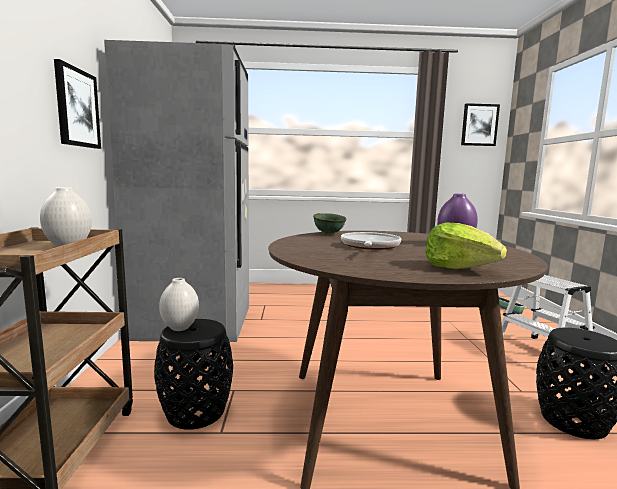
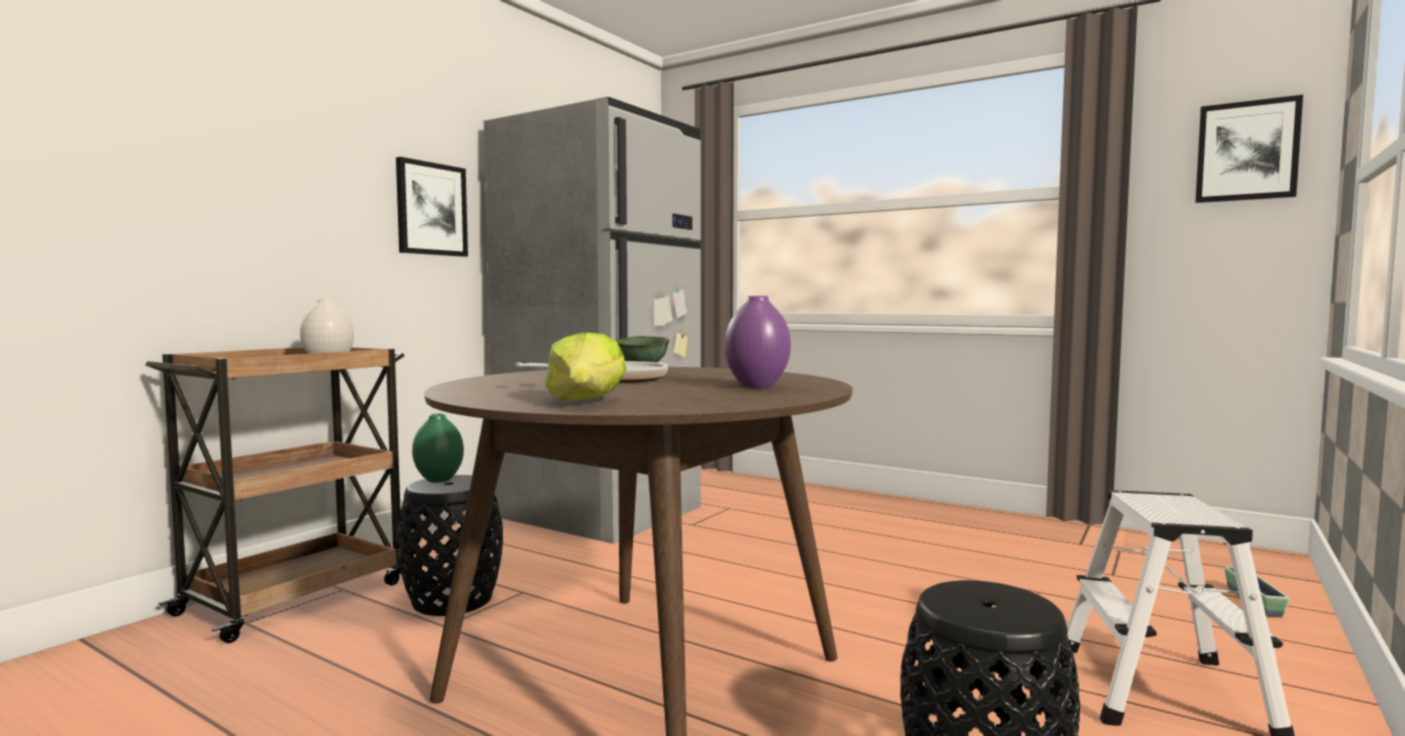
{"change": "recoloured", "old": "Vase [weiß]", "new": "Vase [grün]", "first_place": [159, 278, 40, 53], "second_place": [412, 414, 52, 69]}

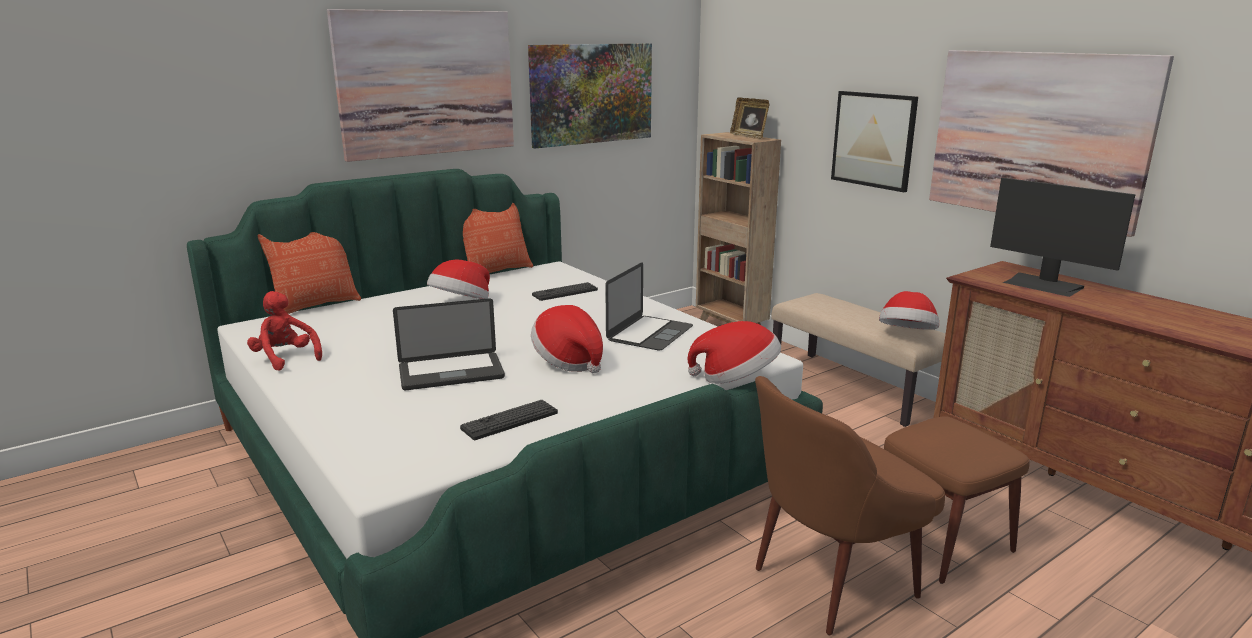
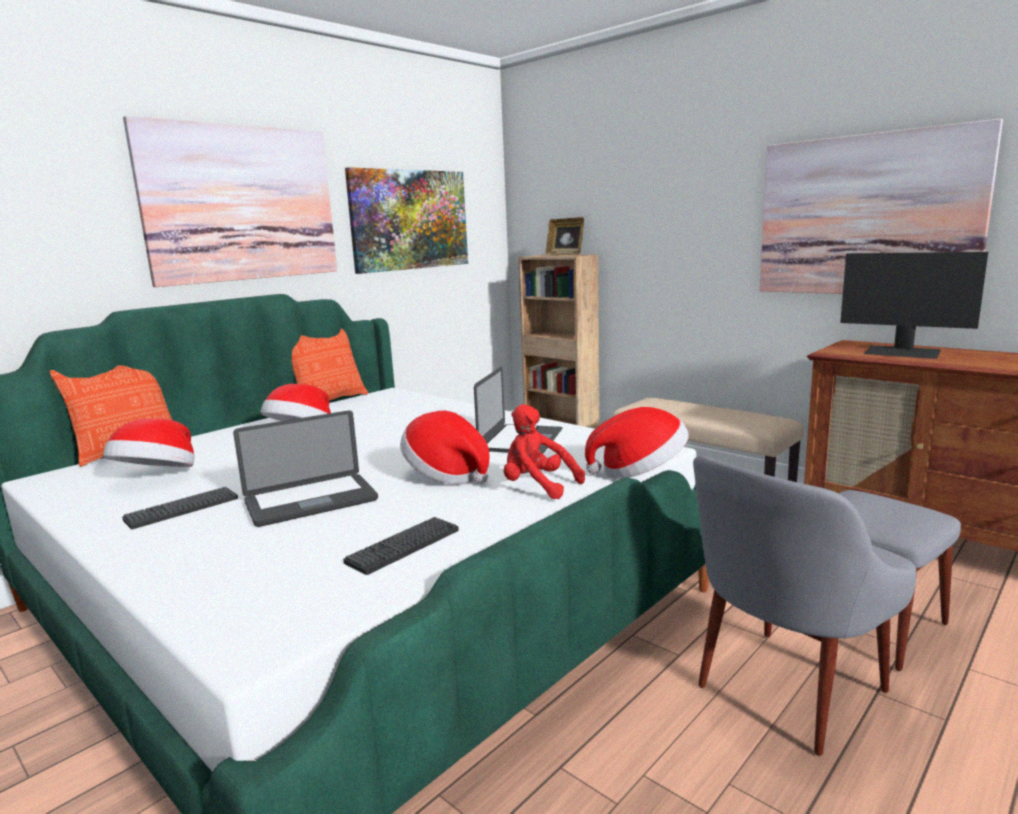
{"change": "moved", "old": "Plüschtier [rot]", "first_place": [247, 291, 75, 80], "second_place": [504, 404, 81, 95]}
{"change": "moved", "old": "Tastatur", "first_place": [532, 282, 66, 19], "second_place": [122, 487, 116, 42]}
{"change": "recoloured", "old": "Sessel [braun]", "new": "Sessel [grau]", "first_place": [755, 376, 274, 259], "second_place": [693, 456, 268, 300]}
{"change": "removed", "old": "Bild", "first_place": [831, 91, 87, 101]}
{"change": "moved", "old": "Hut", "first_place": [879, 291, 60, 39], "second_place": [103, 418, 92, 49]}

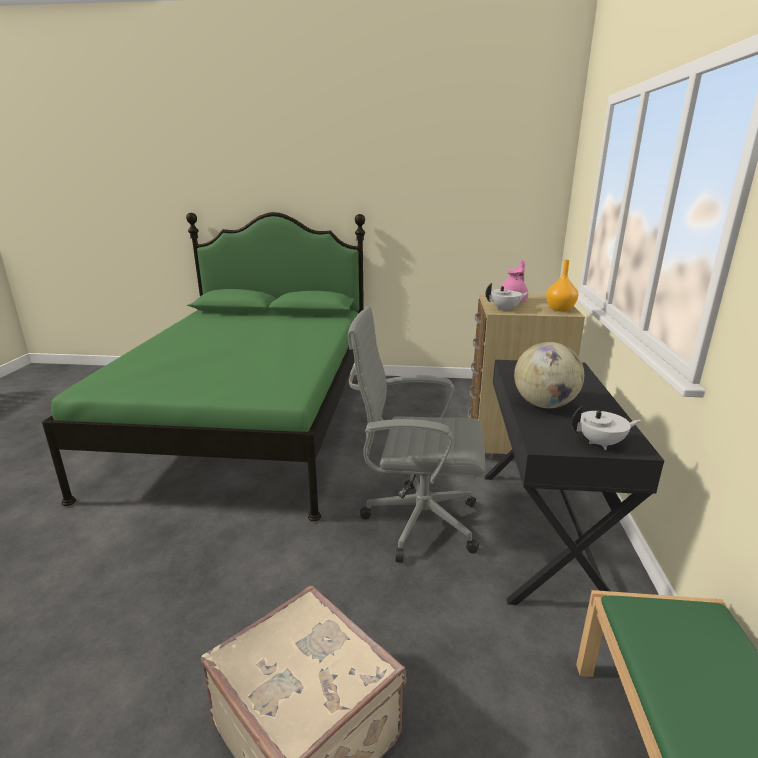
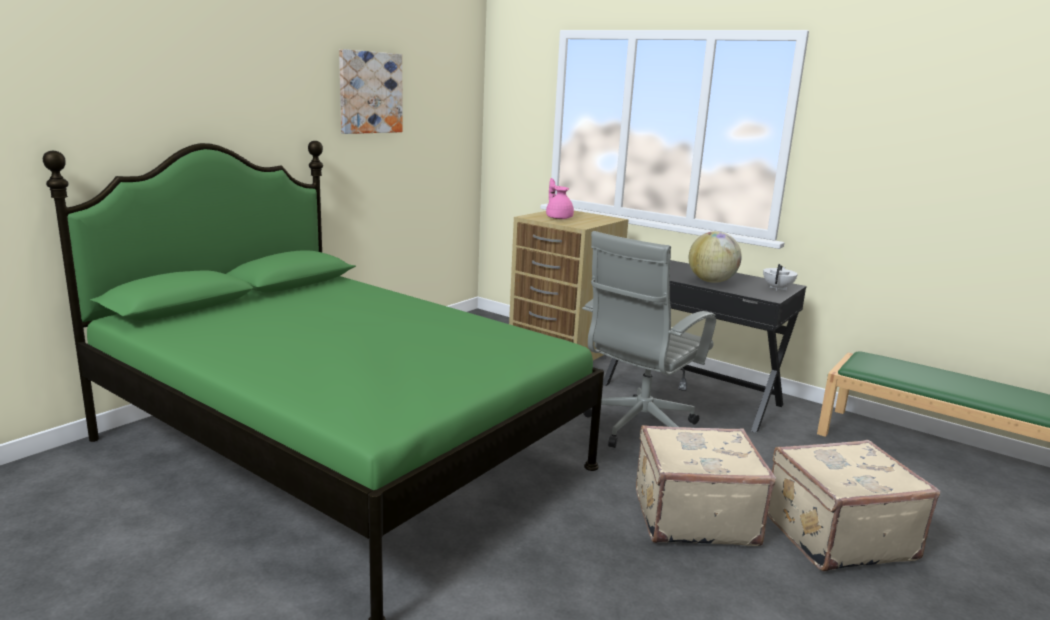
{"change": "removed", "old": "Teekanne [weiß]", "first_place": [486, 283, 43, 28]}
{"change": "removed", "old": "Vase [orange]", "first_place": [546, 260, 32, 52]}
{"change": "added", "new": "Bild", "second_place": [339, 49, 63, 85]}
{"change": "added", "new": "Koffer [beige]", "second_place": [636, 425, 140, 121]}

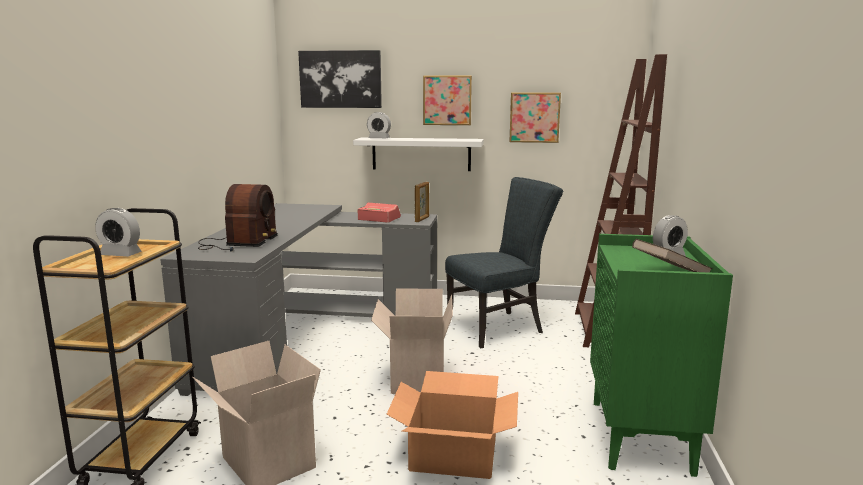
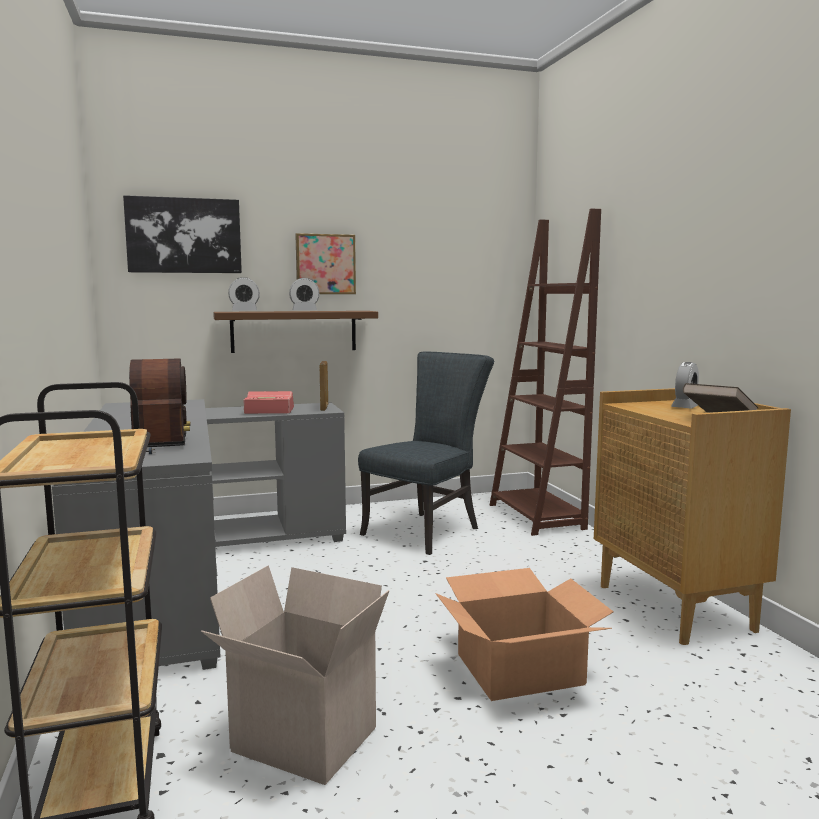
{"change": "moved", "old": "Wecker", "first_place": [95, 208, 47, 49], "second_place": [289, 278, 30, 32]}
{"change": "recoloured", "old": "Wandregal [weiß]", "new": "Wandregal [braun]", "first_place": [353, 138, 130, 33], "second_place": [213, 311, 165, 42]}
{"change": "removed", "old": "Karton", "first_place": [371, 289, 82, 105]}
{"change": "removed", "old": "Bild", "first_place": [509, 93, 52, 50]}
{"change": "recoloured", "old": "Schrank [grün]", "new": "Schrank [braun]", "first_place": [590, 234, 143, 243], "second_place": [594, 388, 197, 257]}

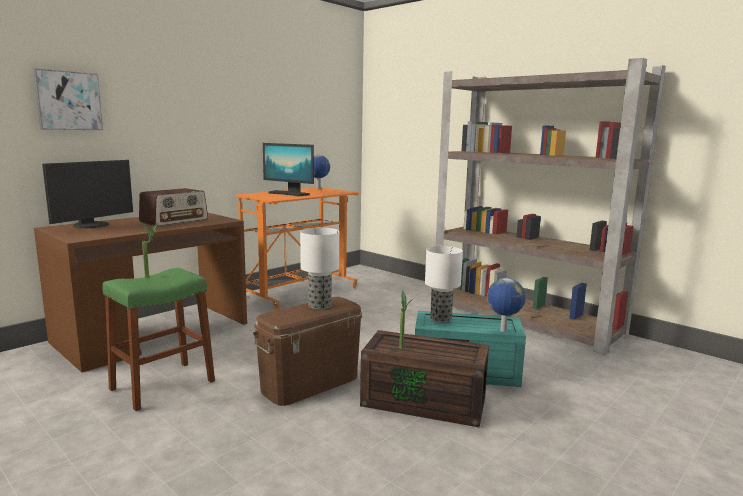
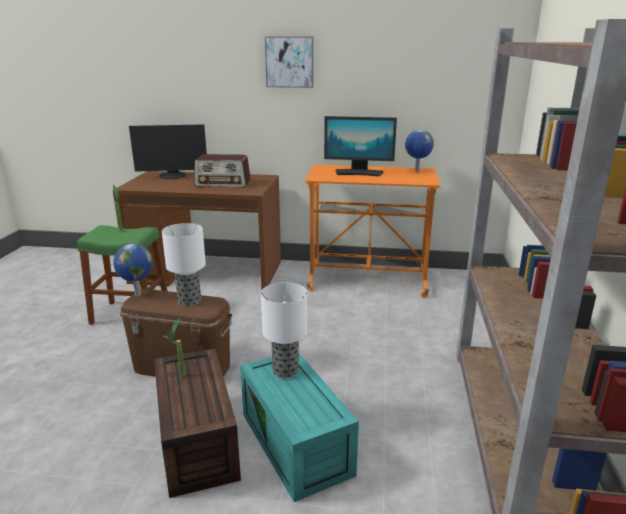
{"change": "moved", "old": "Bild", "first_place": [33, 68, 70, 62], "second_place": [265, 37, 48, 51]}
{"change": "turned", "old": "Monitor", "first_place": [263, 143, 51, 53], "second_place": [324, 116, 73, 61], "degrees": -75}
{"change": "moved", "old": "Globus", "first_place": [487, 278, 39, 54], "second_place": [113, 244, 40, 52]}

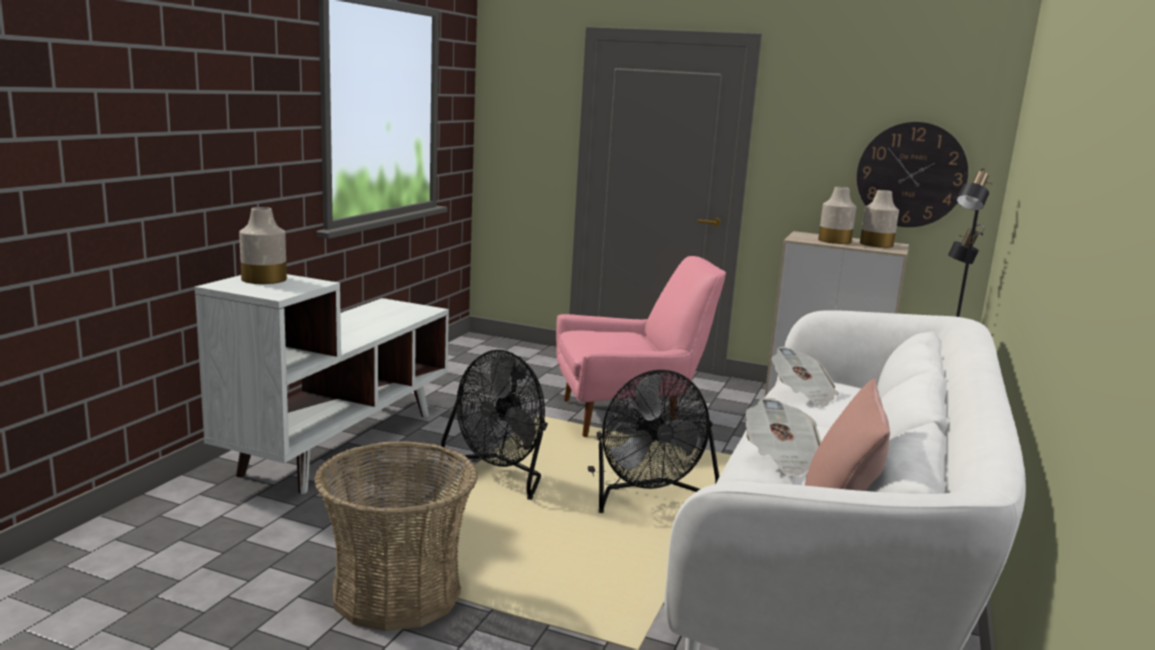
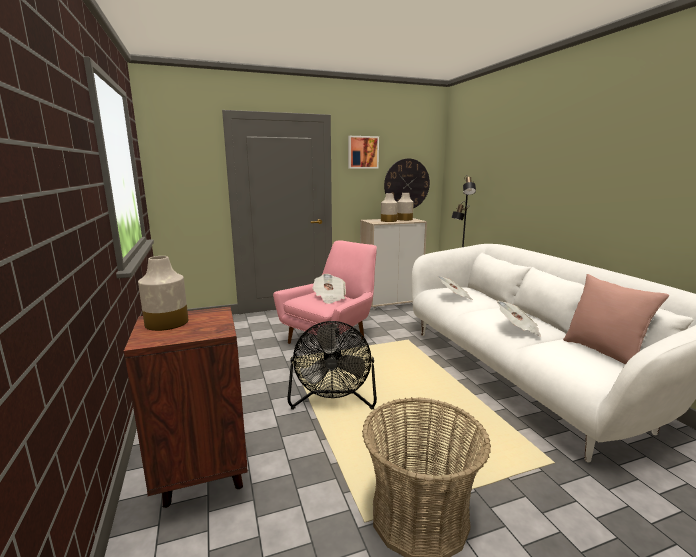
{"change": "recoloured", "old": "Fernsehschrank [weiß]", "new": "Fernsehschrank [braun]", "first_place": [194, 274, 255, 220], "second_place": [124, 307, 124, 201]}
{"change": "removed", "old": "Ventilator [schwarz]", "first_place": [588, 370, 131, 143]}
{"change": "added", "new": "Zeitung", "second_place": [312, 274, 34, 30]}
{"change": "added", "new": "Bild", "second_place": [348, 136, 31, 33]}

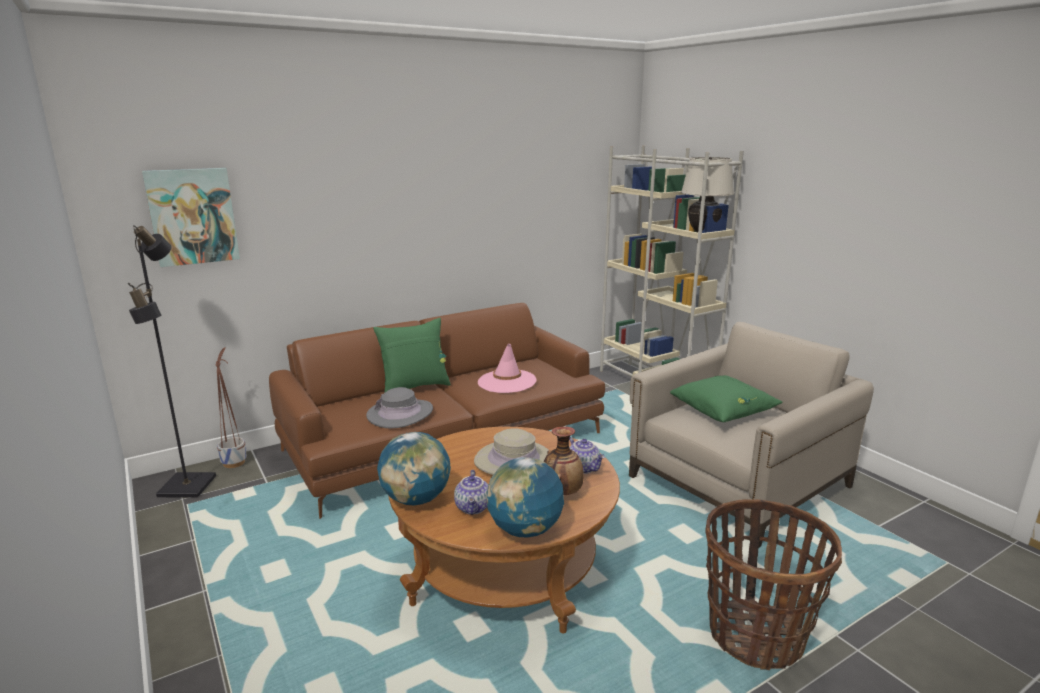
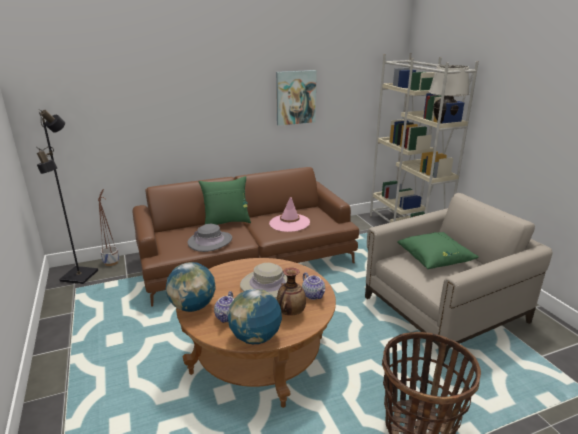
{"change": "moved", "old": "Bild", "first_place": [142, 168, 98, 99], "second_place": [276, 70, 41, 56]}

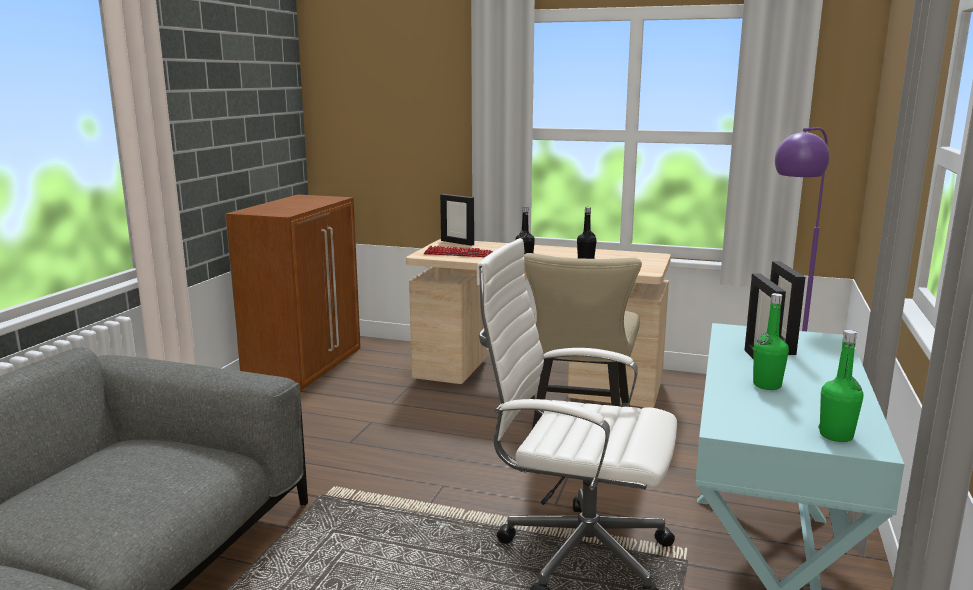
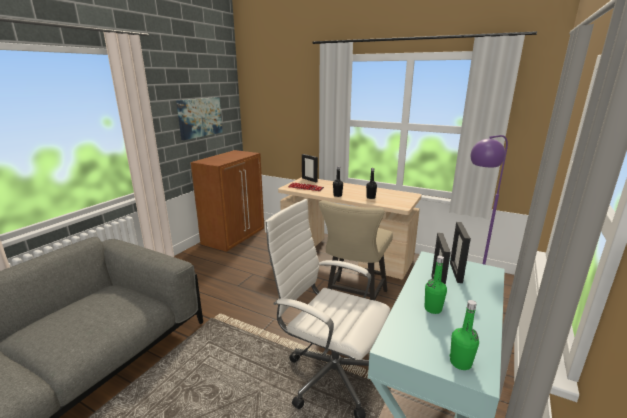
{"change": "added", "new": "Bild", "second_place": [176, 97, 47, 43]}

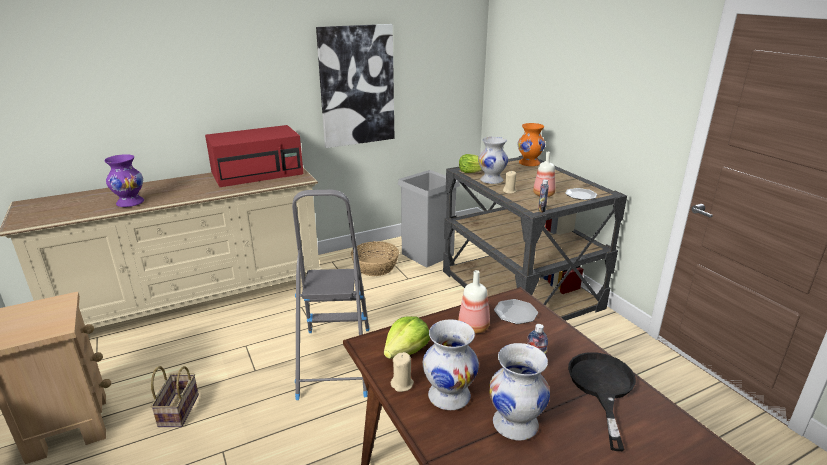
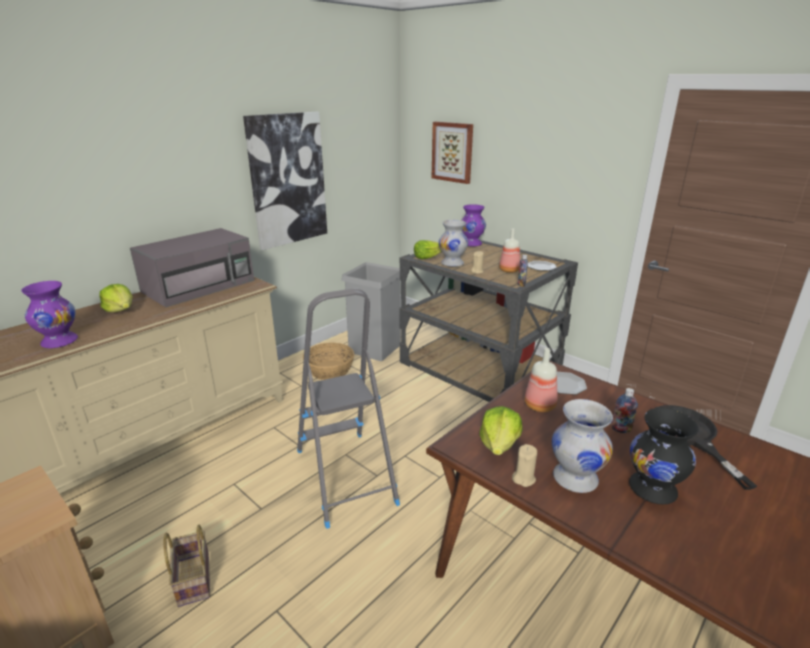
{"change": "recoloured", "old": "Mikrowelle [rot]", "new": "Mikrowelle [grau]", "first_place": [205, 125, 98, 62], "second_place": [130, 228, 124, 79]}
{"change": "recoloured", "old": "Vase [weiß]", "new": "Vase [schwarz]", "first_place": [489, 343, 61, 98], "second_place": [629, 408, 70, 97]}
{"change": "recoloured", "old": "Vase [orange]", "new": "Vase [lila]", "first_place": [518, 123, 27, 43], "second_place": [461, 204, 25, 42]}
{"change": "added", "new": "Salatkopf", "second_place": [99, 284, 34, 28]}
{"change": "added", "new": "Bild", "second_place": [432, 122, 41, 62]}

